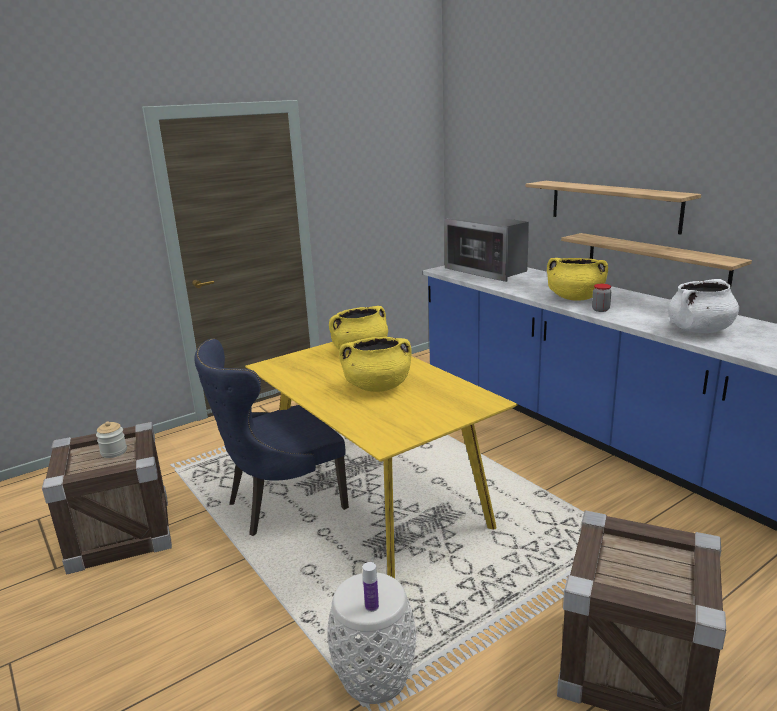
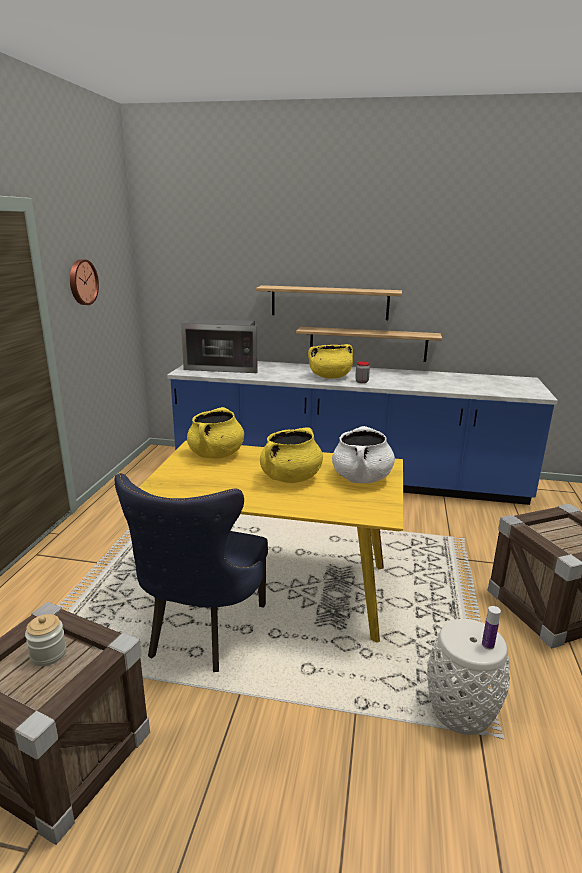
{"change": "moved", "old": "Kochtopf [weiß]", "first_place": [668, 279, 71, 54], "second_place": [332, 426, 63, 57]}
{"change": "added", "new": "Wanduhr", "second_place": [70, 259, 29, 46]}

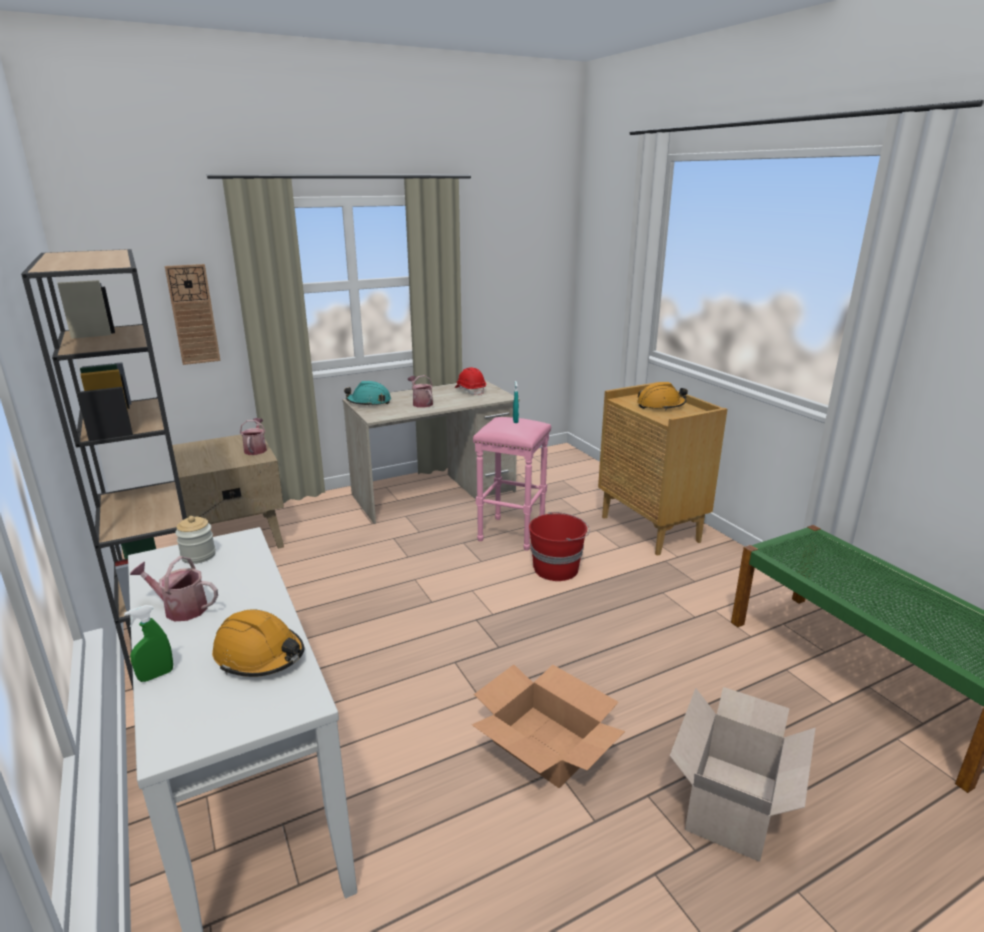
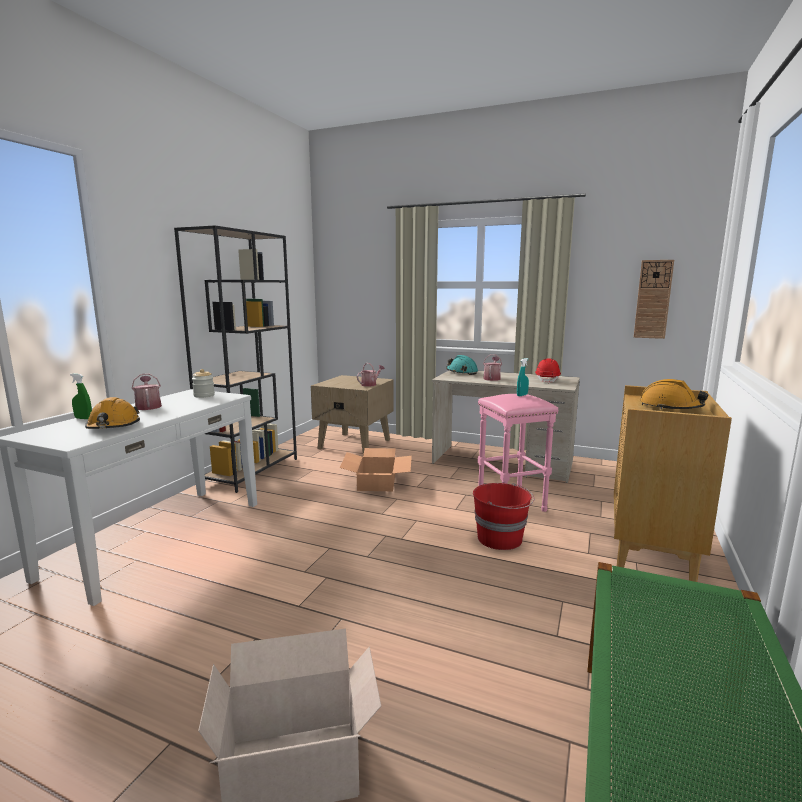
{"change": "moved", "old": "Wanduhr", "first_place": [165, 264, 56, 101], "second_place": [634, 260, 40, 79]}
{"change": "moved", "old": "Karton", "first_place": [472, 665, 153, 123], "second_place": [340, 448, 72, 43]}

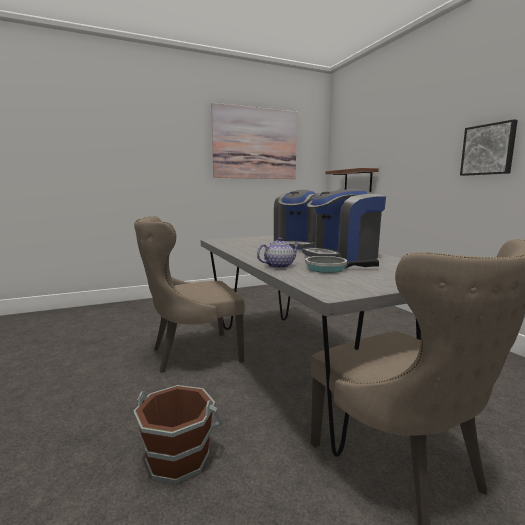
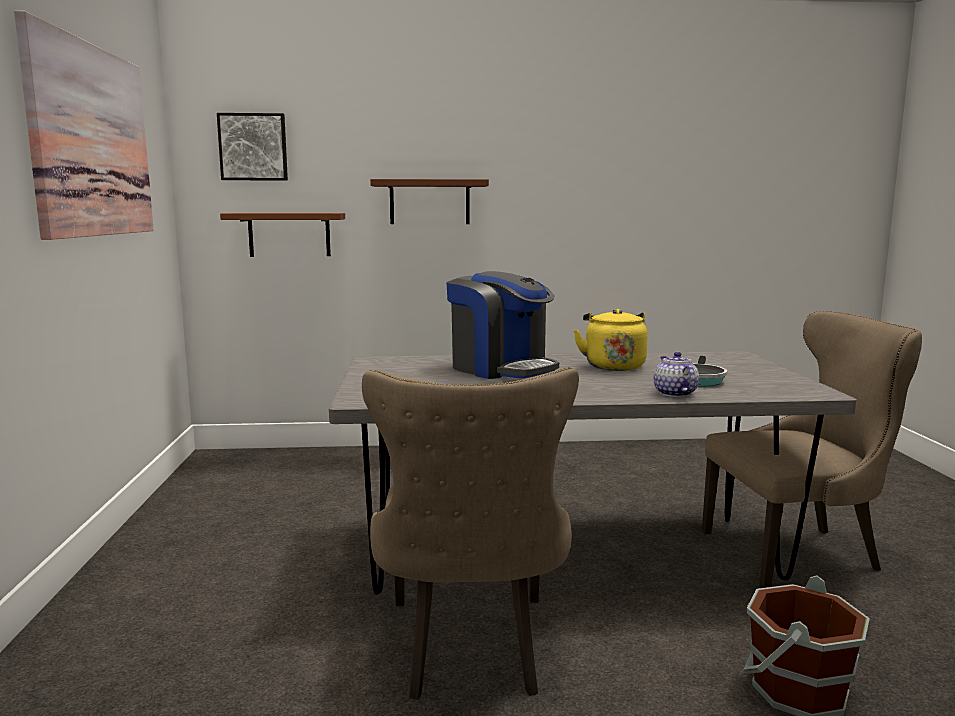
{"change": "replaced", "old": "Kaffeemaschine", "new": "Wasserkessel [gelb]", "first_place": [302, 189, 84, 73], "second_place": [573, 309, 75, 62]}
{"change": "moved", "old": "Bild", "first_place": [460, 119, 58, 57], "second_place": [217, 113, 71, 67]}
{"change": "added", "new": "Wandregal [braun]", "second_place": [370, 179, 119, 45]}

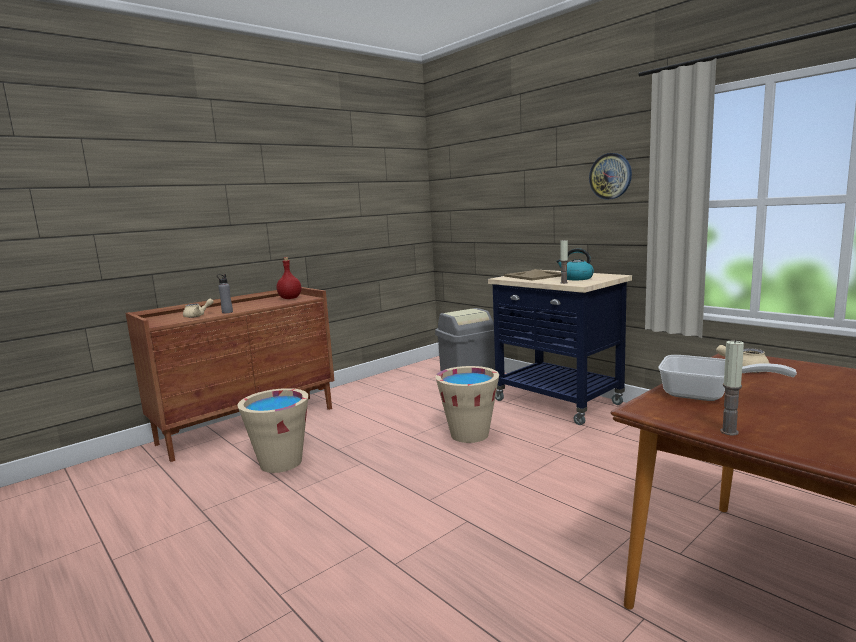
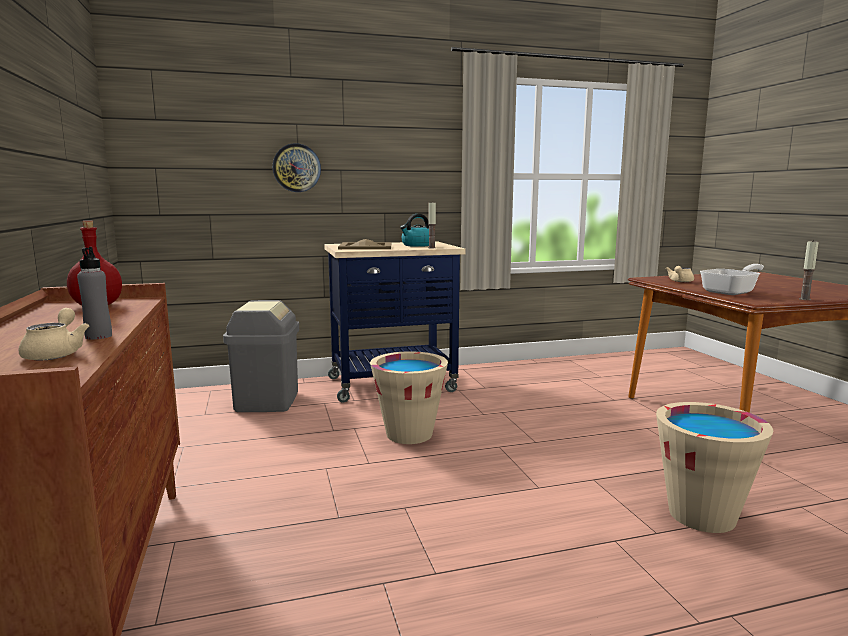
{"change": "moved", "old": "Eimer [beige]", "first_place": [237, 388, 71, 85], "second_place": [656, 402, 117, 131]}
{"change": "moved", "old": "Wanduhr", "first_place": [589, 153, 43, 47], "second_place": [273, 143, 48, 49]}

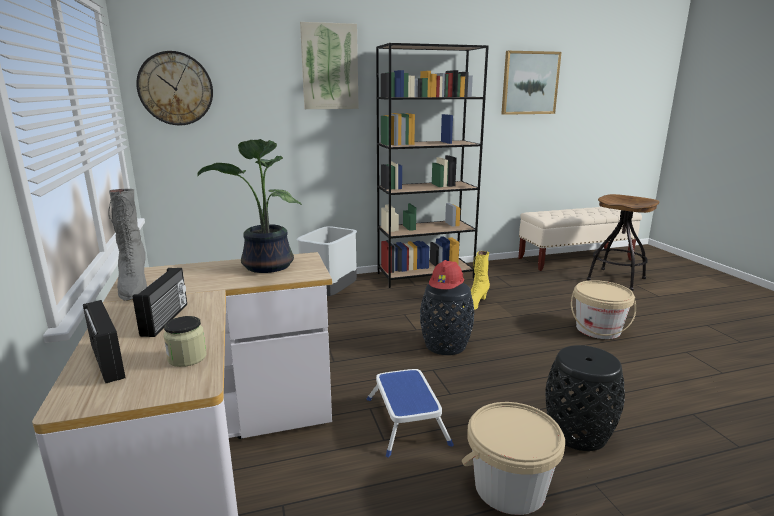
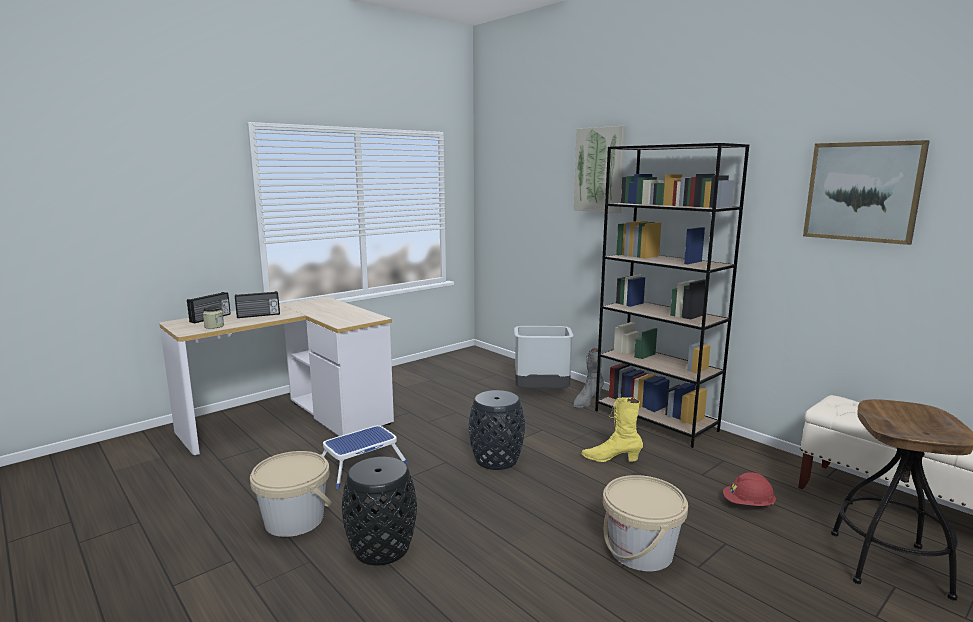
{"change": "moved", "old": "Stiefel [grau]", "first_place": [108, 189, 39, 112], "second_place": [572, 348, 32, 60]}
{"change": "removed", "old": "Wanduhr", "first_place": [136, 51, 77, 74]}
{"change": "removed", "old": "Topfpflanze", "first_place": [197, 139, 105, 134]}
{"change": "moved", "old": "Schutzhelm [rot]", "first_place": [429, 260, 35, 29], "second_place": [723, 472, 53, 34]}

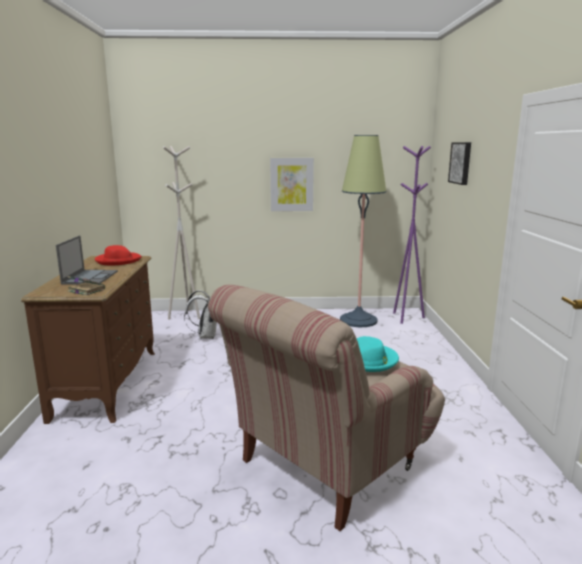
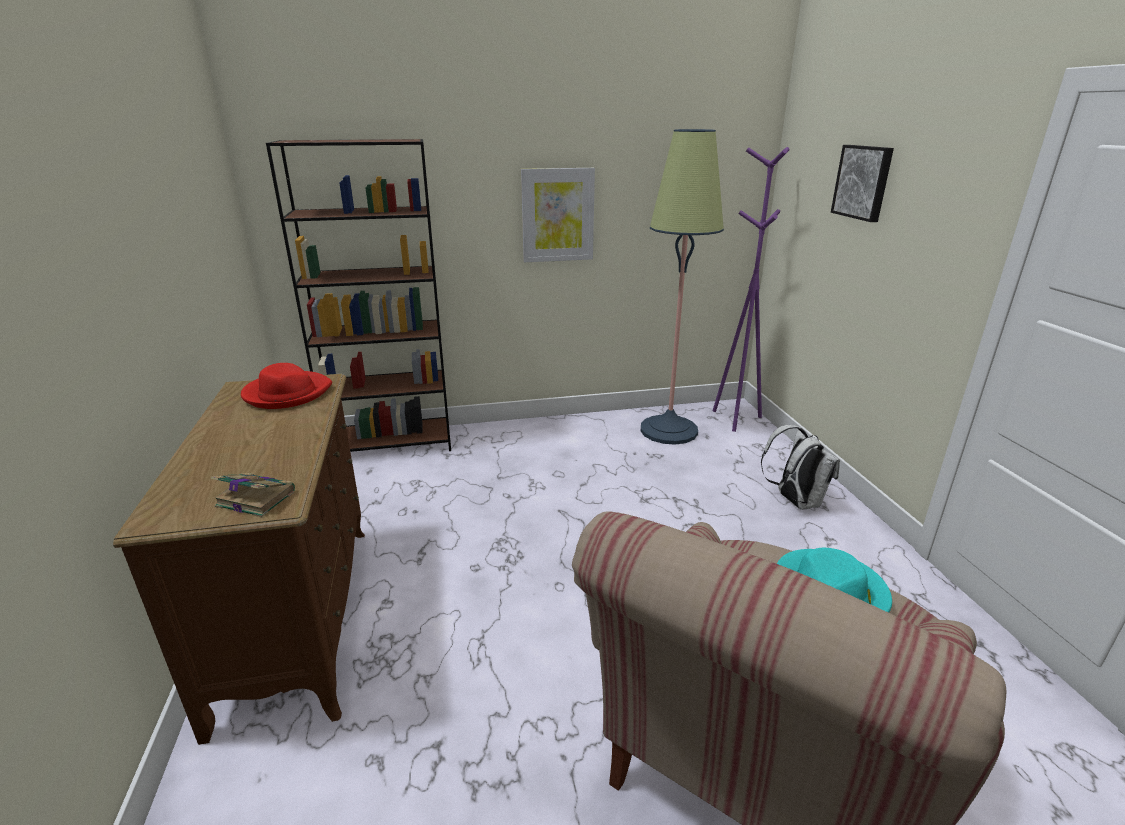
{"change": "removed", "old": "Laptop", "first_place": [56, 236, 62, 49]}
{"change": "replaced", "old": "Kleiderständer [grau]", "new": "Bücherregal [braun]", "first_place": [163, 146, 37, 173], "second_place": [266, 139, 185, 313]}
{"change": "moved", "old": "Rucksack [weiß]", "first_place": [184, 290, 33, 49], "second_place": [761, 425, 79, 85]}

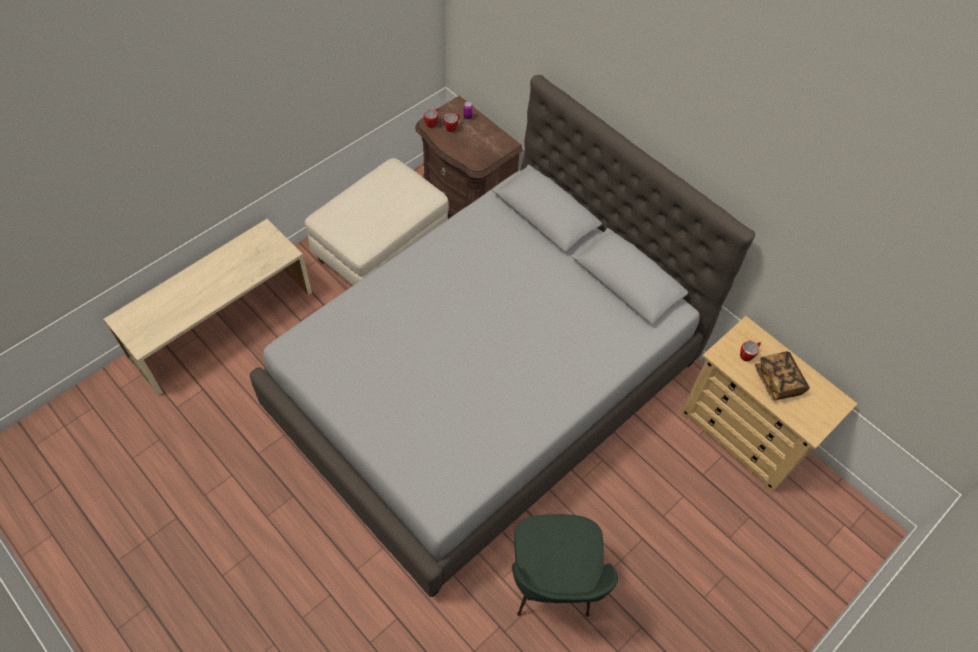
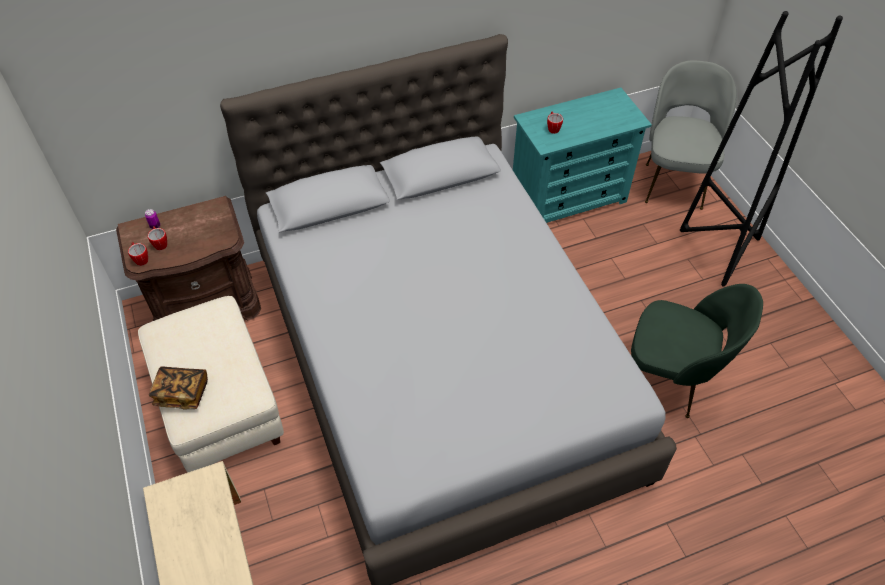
{"change": "recoloured", "old": "Kommode [beige]", "new": "Kommode [türkis]", "first_place": [680, 316, 177, 177], "second_place": [513, 87, 139, 136]}
{"change": "moved", "old": "Buch", "first_place": [755, 351, 55, 49], "second_place": [149, 366, 59, 43]}
{"change": "added", "new": "Stuhl [grau]", "second_place": [645, 60, 92, 150]}
{"change": "added", "new": "Kleiderständer [schwarz]", "second_place": [680, 11, 163, 276]}

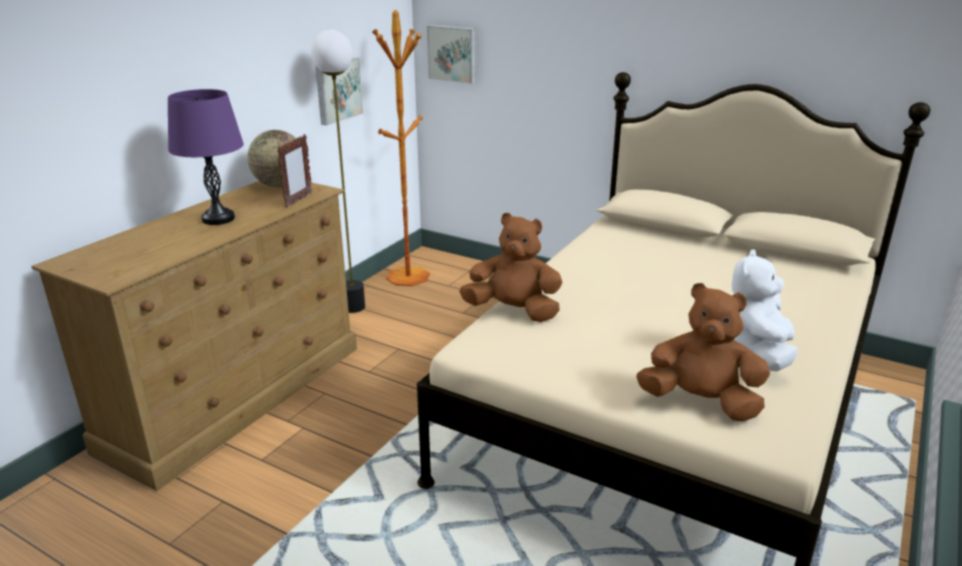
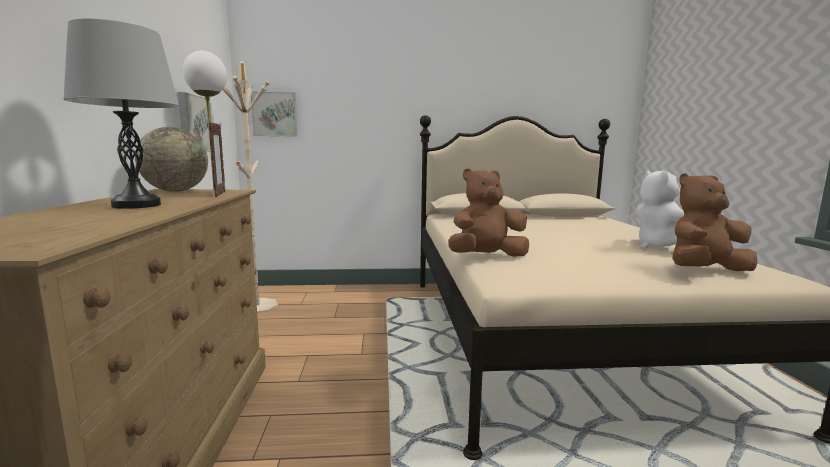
{"change": "recoloured", "old": "Tischlampe [lila]", "new": "Tischlampe [grau]", "first_place": [168, 89, 76, 136], "second_place": [63, 18, 116, 191]}
{"change": "recoloured", "old": "Kleiderständer [orange]", "new": "Kleiderständer [beige]", "first_place": [372, 10, 58, 276], "second_place": [223, 61, 55, 252]}

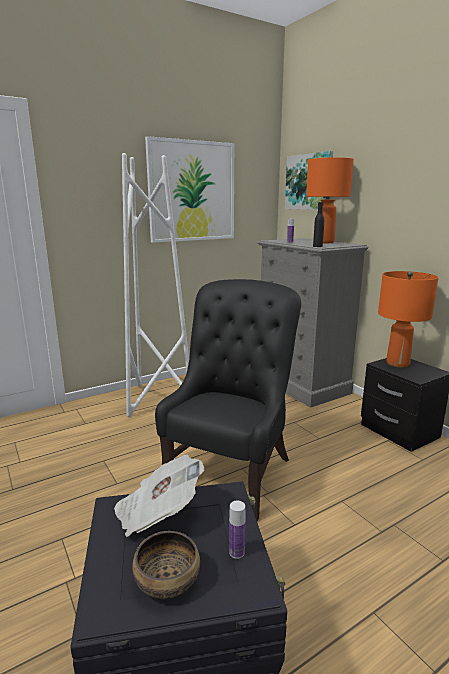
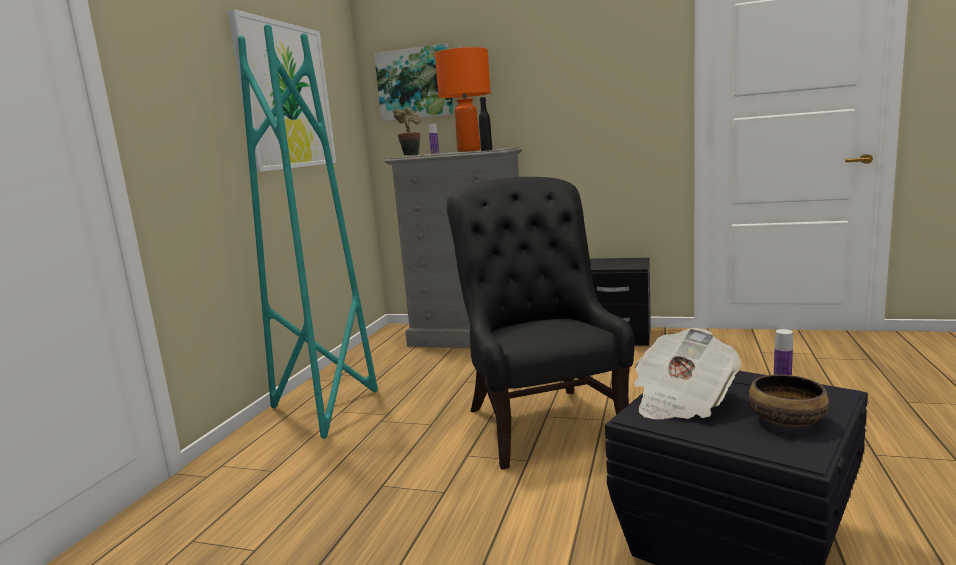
{"change": "recoloured", "old": "Kleiderständer [weiß]", "new": "Kleiderständer [türkis]", "first_place": [122, 153, 67, 264], "second_place": [238, 24, 140, 415]}
{"change": "removed", "old": "Tischlampe [orange]", "first_place": [378, 271, 61, 97]}
{"change": "added", "new": "Topfpflanze", "second_place": [393, 107, 28, 49]}

